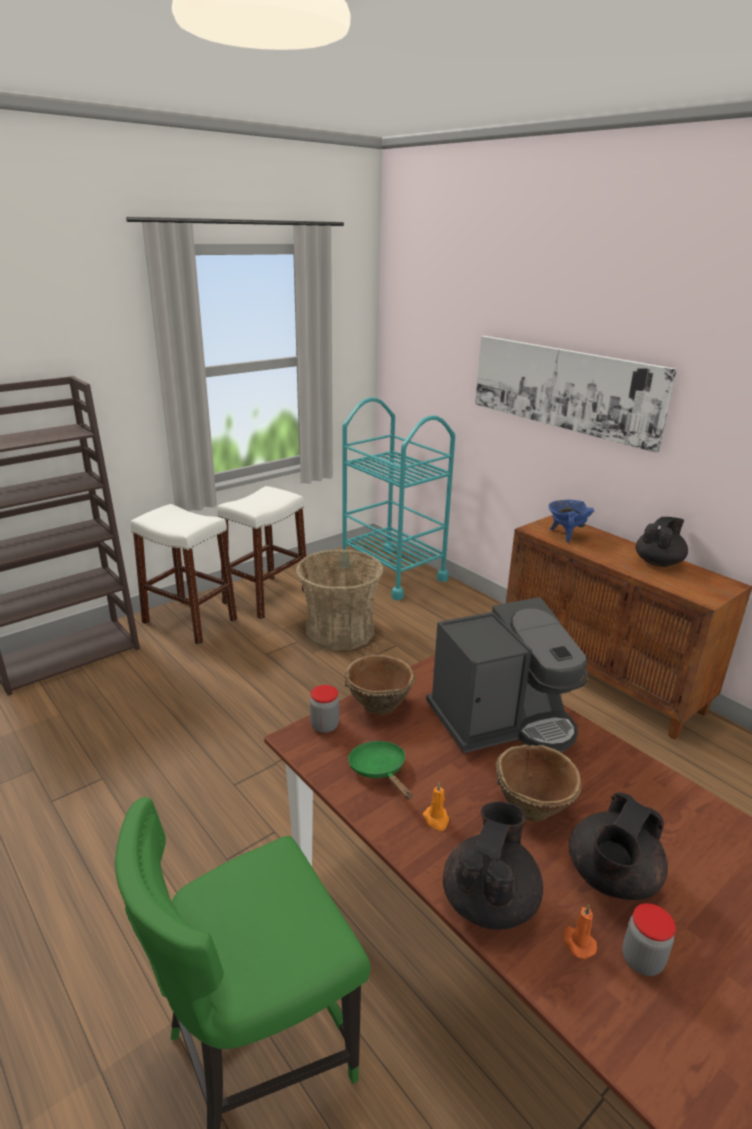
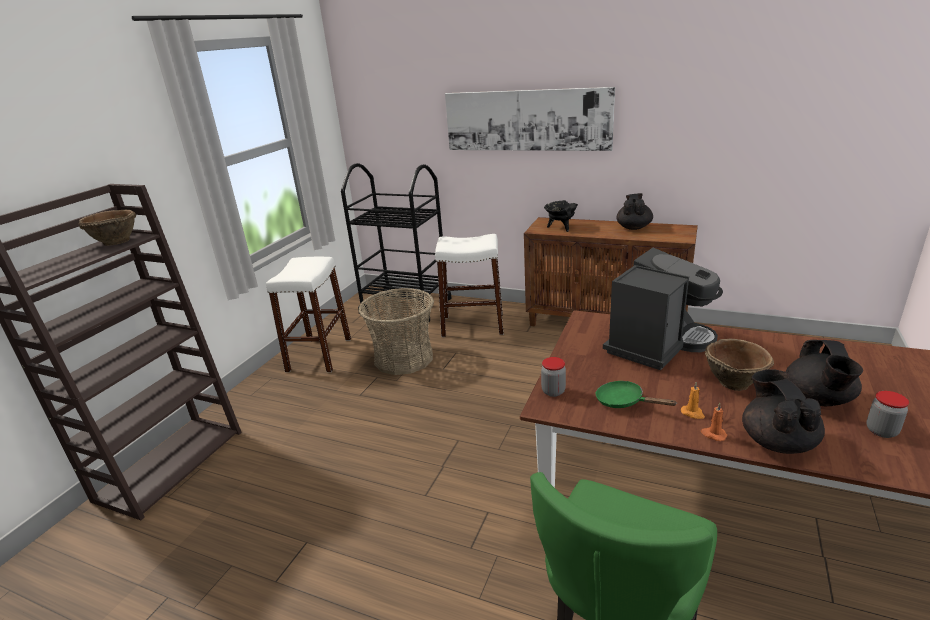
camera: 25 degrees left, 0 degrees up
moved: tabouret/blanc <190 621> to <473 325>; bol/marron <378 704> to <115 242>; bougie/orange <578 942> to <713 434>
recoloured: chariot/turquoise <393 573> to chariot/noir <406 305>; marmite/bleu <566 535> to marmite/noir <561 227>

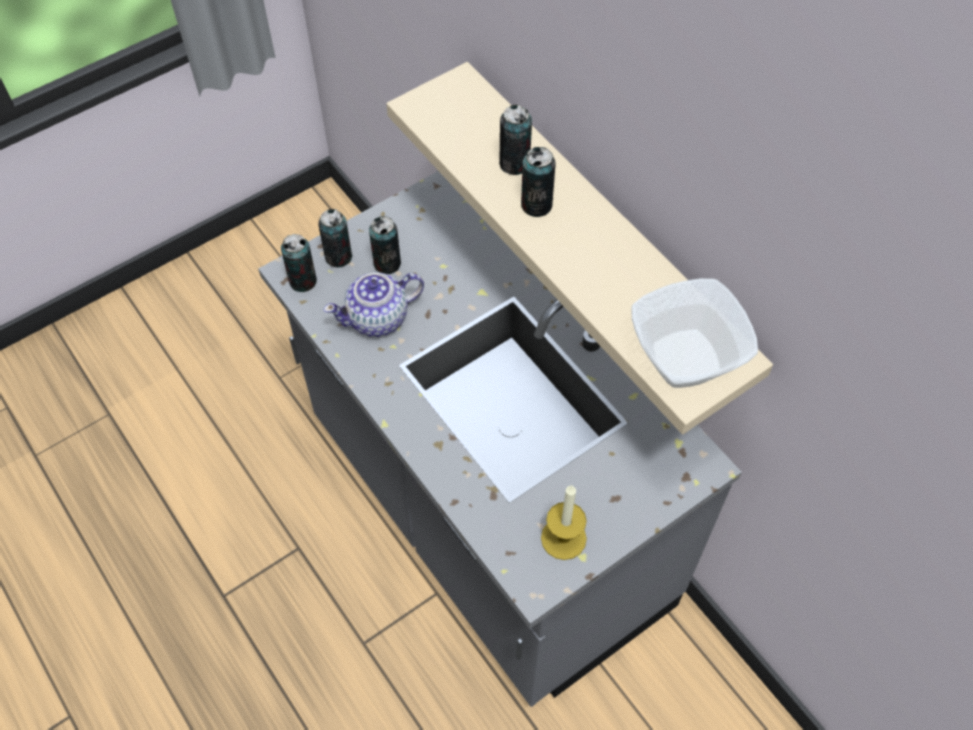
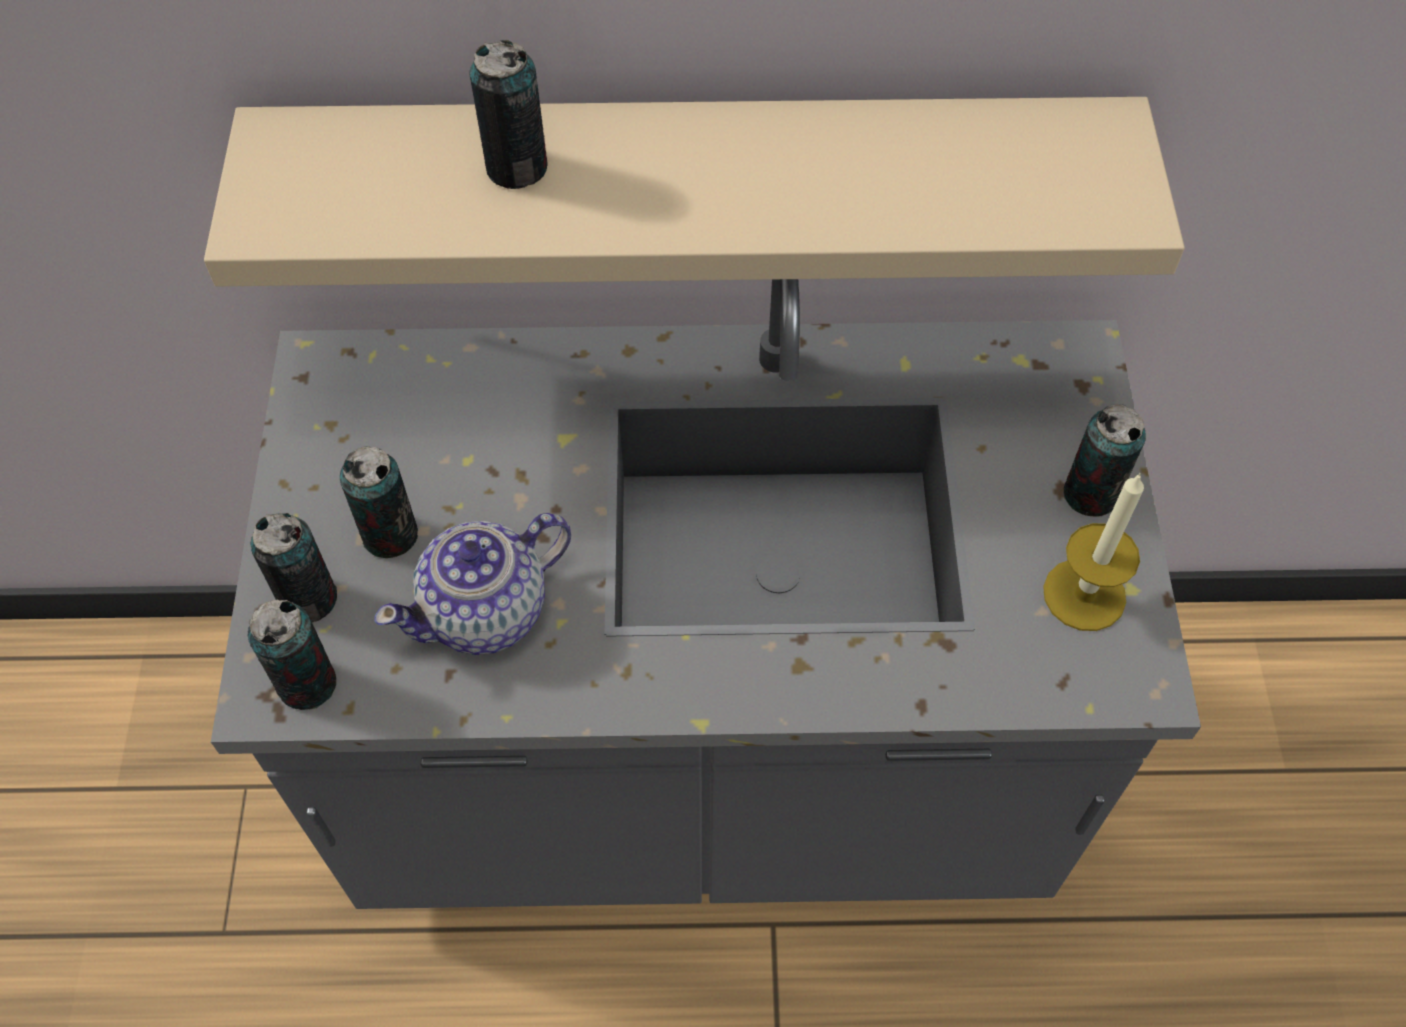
camera: 55 degrees left, 0 degrees up
removed: bol <687 359>
moved: boîte métallique <536 205> to <1090 494>
turned: théière <378 318> = <487 611> 45 degrees clockwise

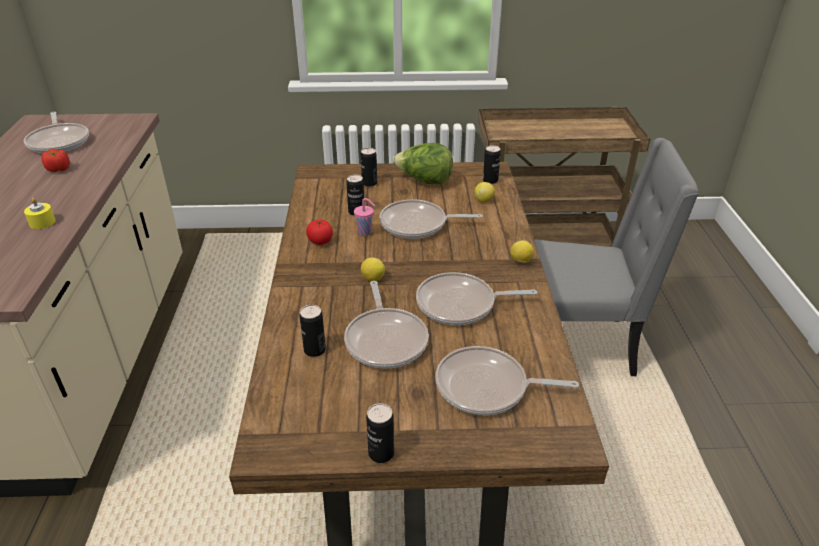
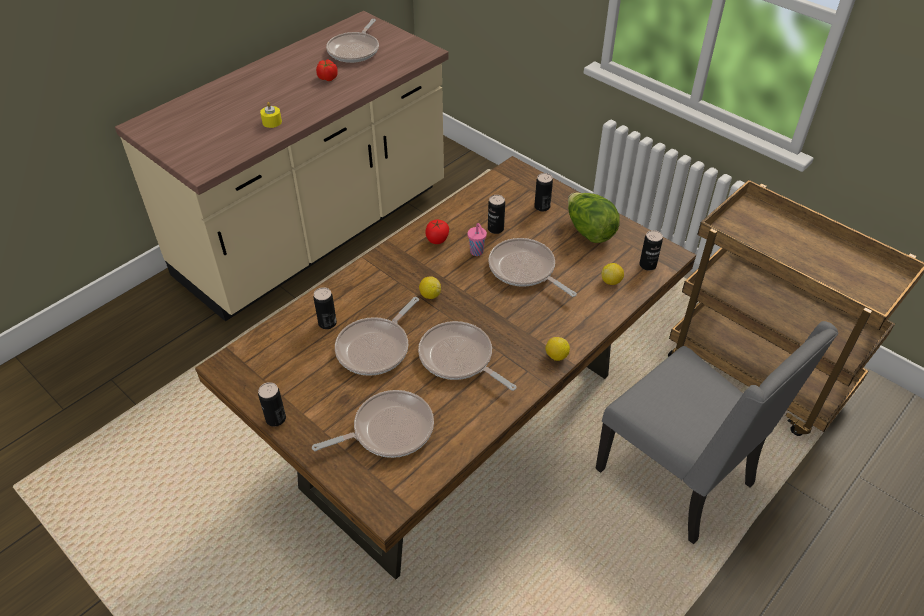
camera: 45 degrees right, 10 degrees up
turned: poêle <487 387> = <388 430> 105 degrees clockwise

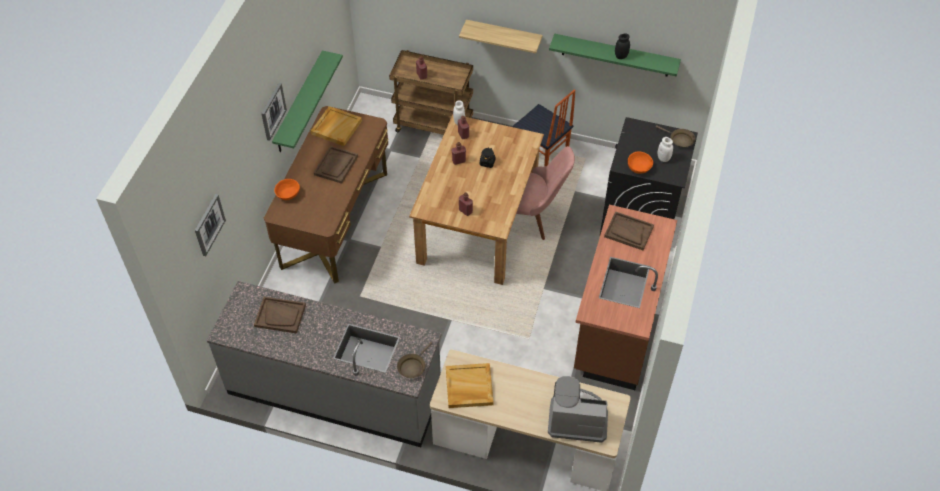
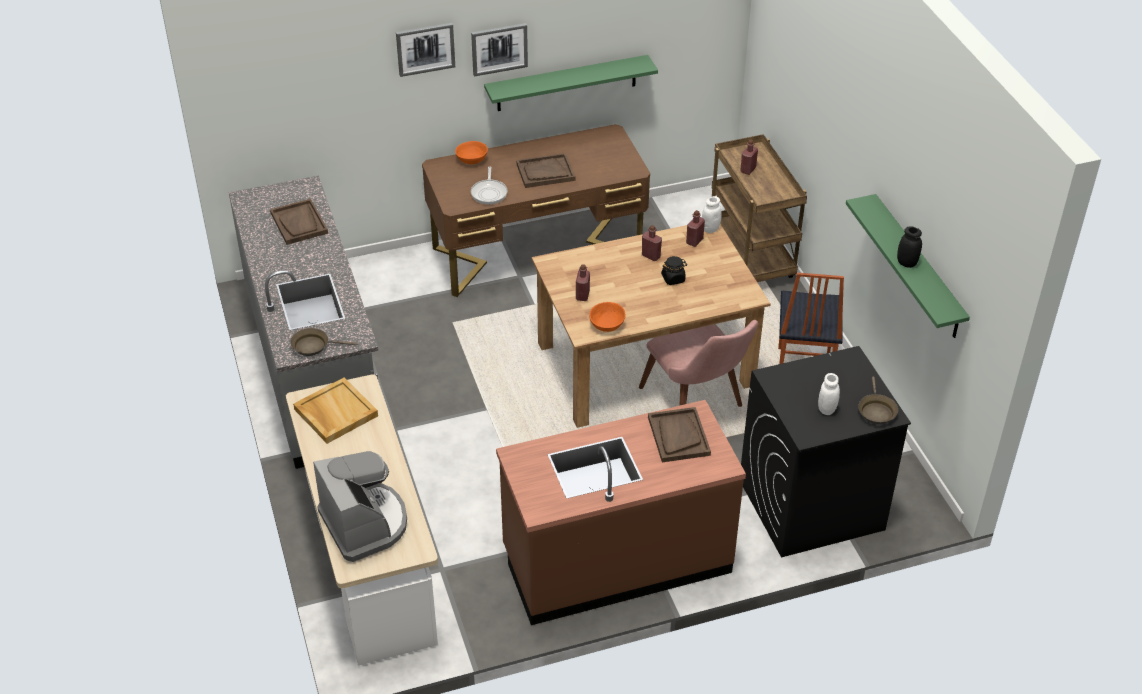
camera: 55 degrees right, 10 degrees down
removed: plateau/beige <336 127>; étagère <503 36>
added: poêle <489 192>
moved: tableau <209 224> to <425 48>; bol/orange <638 168> to <607 325>

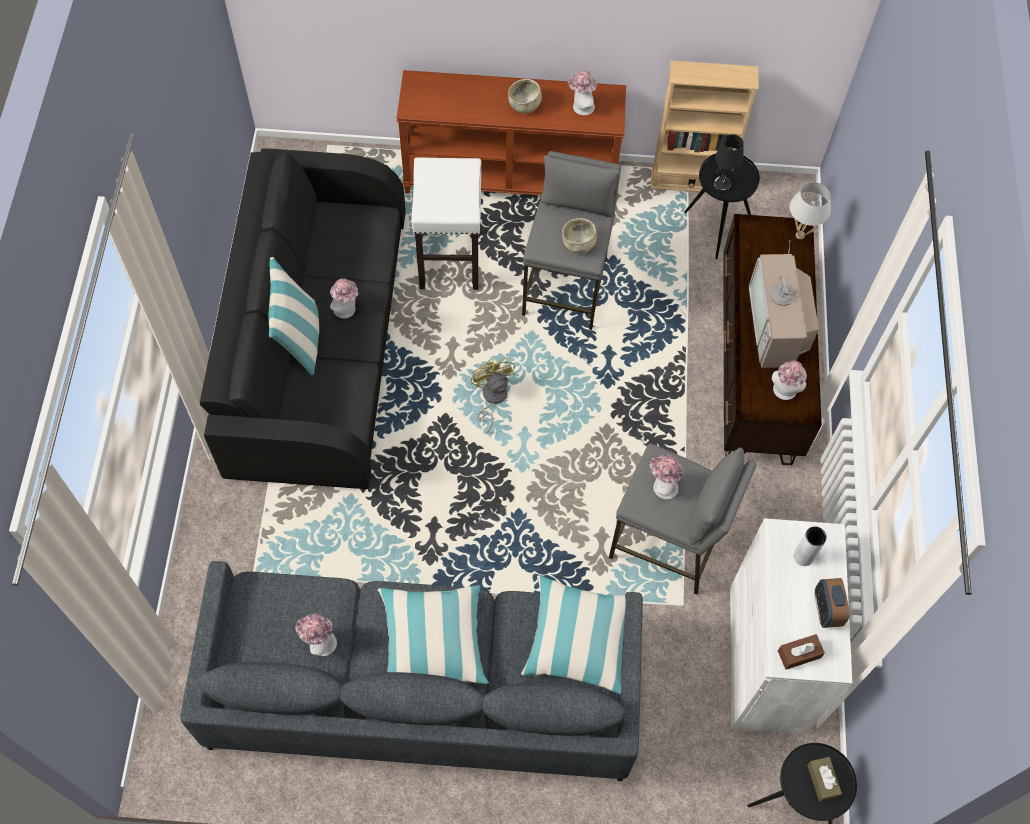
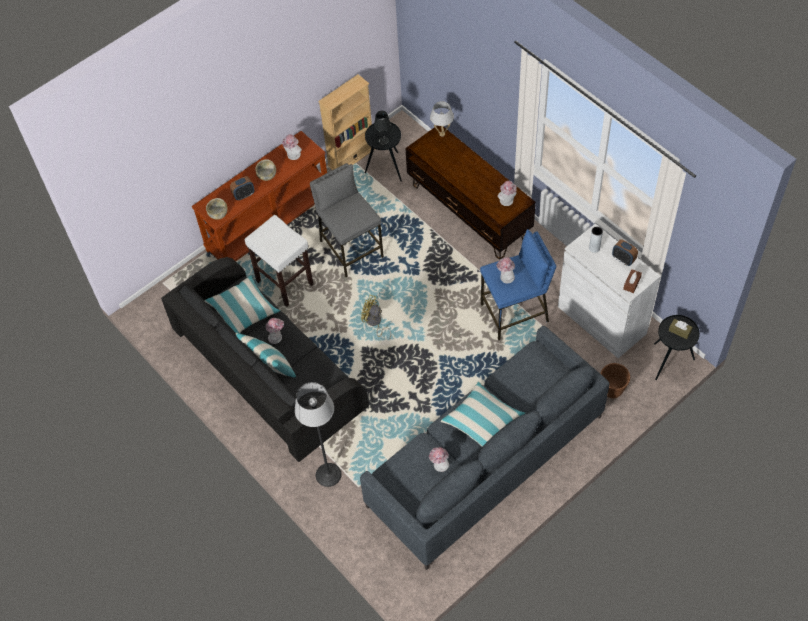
camera: 40 degrees left, 5 degrees down
removed: téléviseur <777 326>
added: réveil <244 195>; lampadaire <328 474>; cache-pot/marron <612 391>
moved: coussin <578 639> to <243 310>; bol/beige <578 244> to <218 214>
recoloured: tabouret/gris <667 545> to tabouret/bleu <515 314>

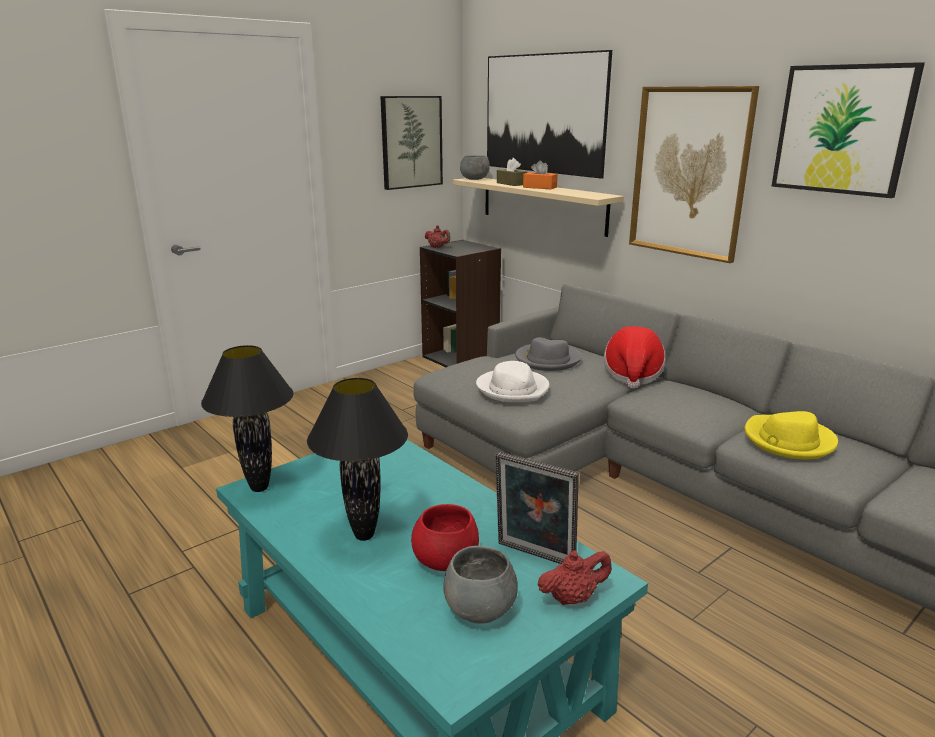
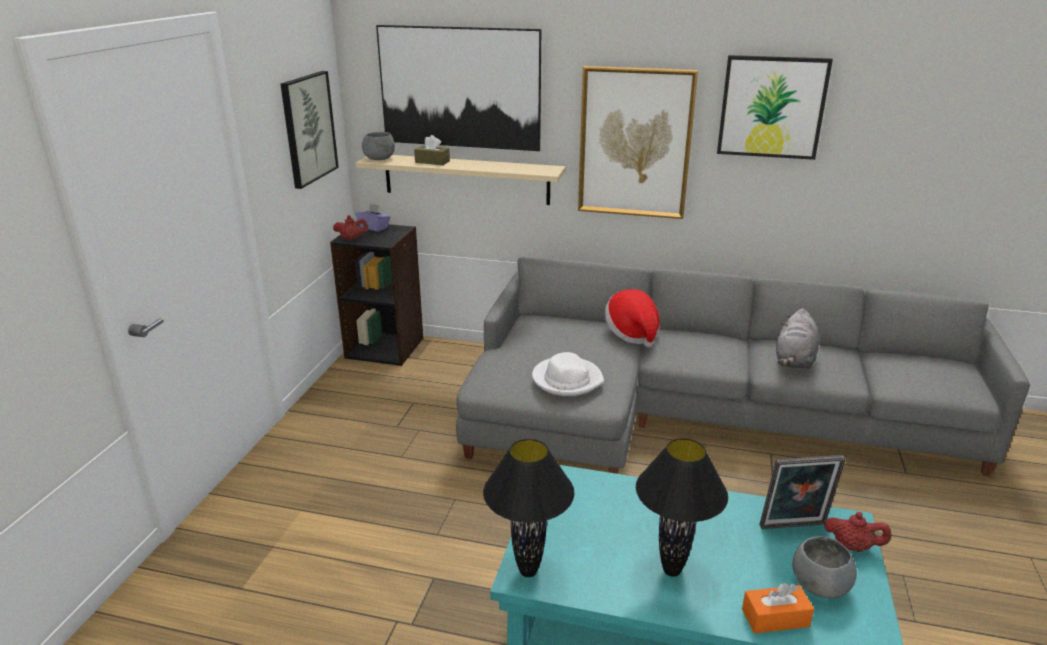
camera: 35 degrees left, 5 degrees up
removed: bol/rouge <446 562>; chapeau/gris <547 360>
added: boîte à mouchoirs/violet <374 227>
moved: boîte à mouchoirs/orange <539 187> to <775 618>
replaced: chapeau/jaune <788 440> to peluche/gris <794 360>
turned: théière/rouge <572 598> = <852 547> 75 degrees clockwise

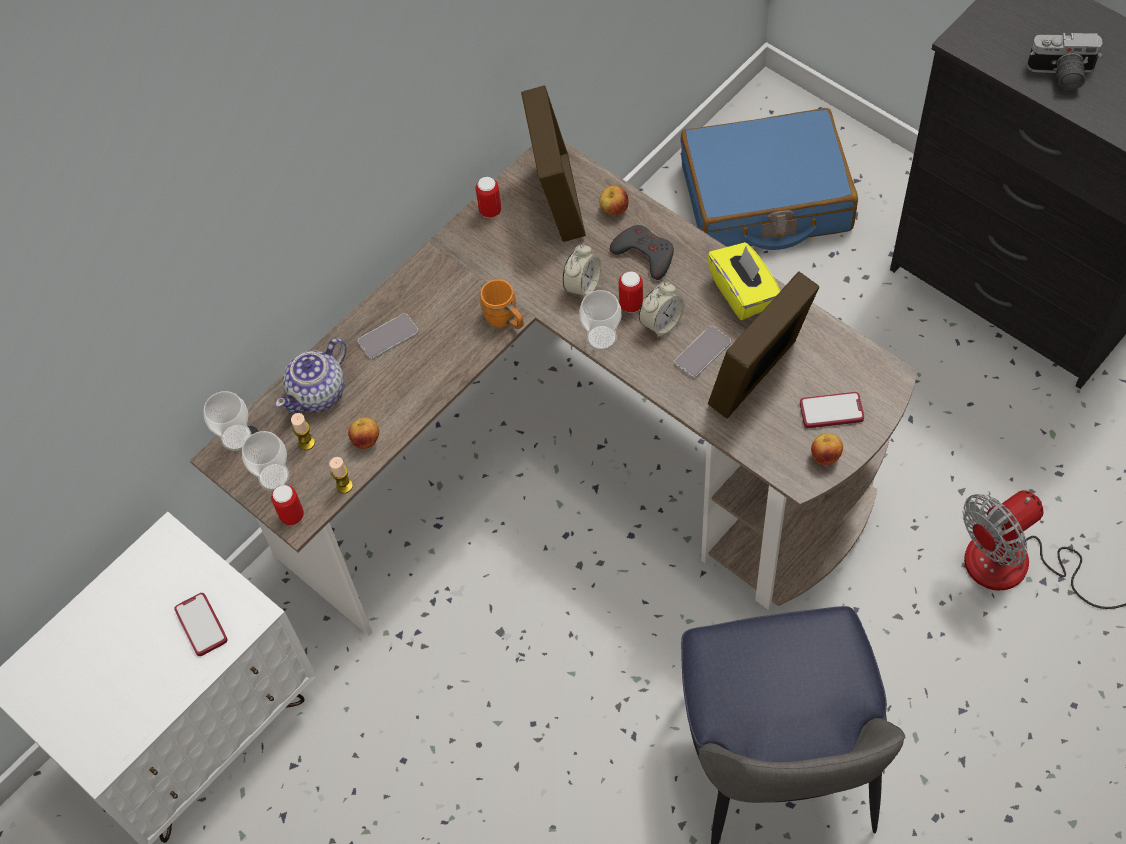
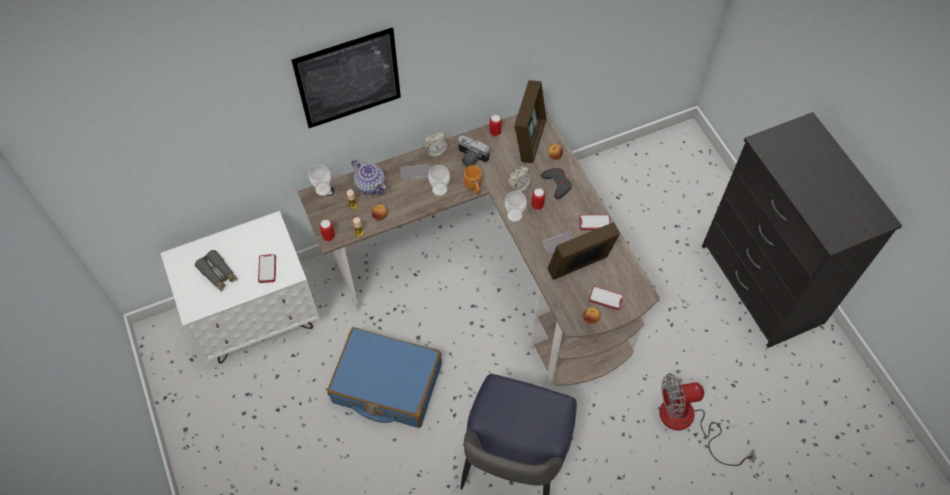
camera: 20 degrees right, 0 degrees up
added: jumelles/gris <218 274>; tableau <348 78>
moved: tasse <274 477> to <439 189>; réveil <661 323> to <435 151>; valise/bleu <765 199> to <387 384>; appareil photo <1061 75> to <470 158>
replaced: boîte à mouchoirs/jaune <743 293> to téléphone <594 223>
turned: théière <319 393> = <370 185> 105 degrees counterclockwise

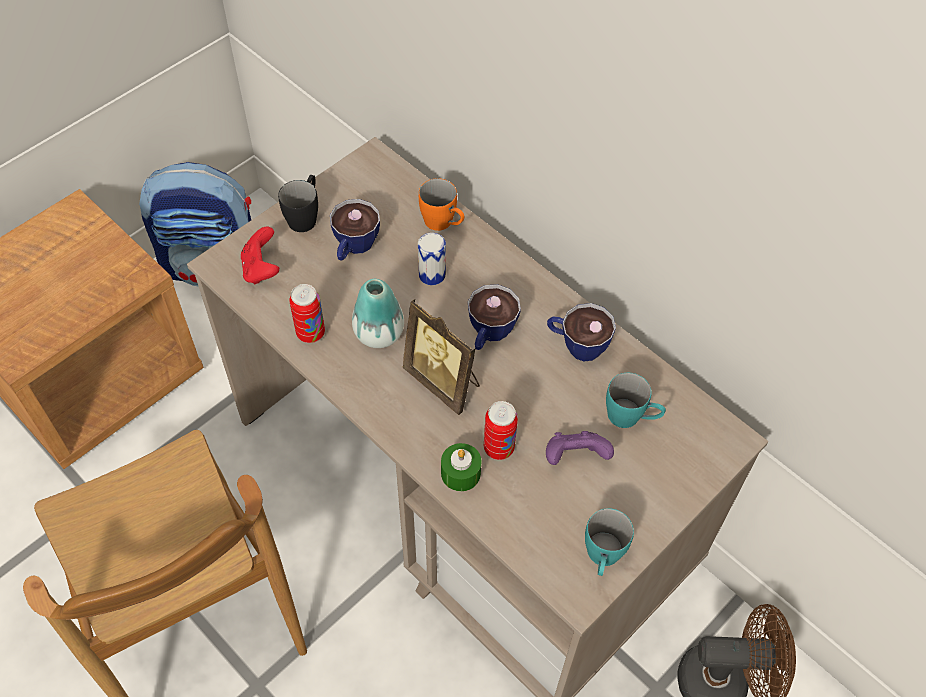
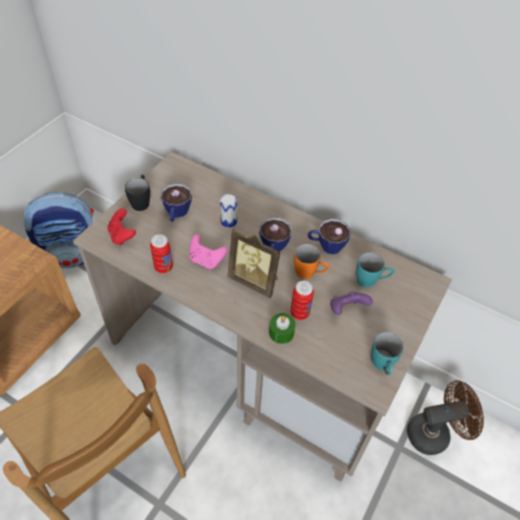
camera: 15 degrees left, 5 degrees down
moved: mug/orange <443 224> to <309 273>
replaced: vase <379 333> to manette/rose <206 260>

